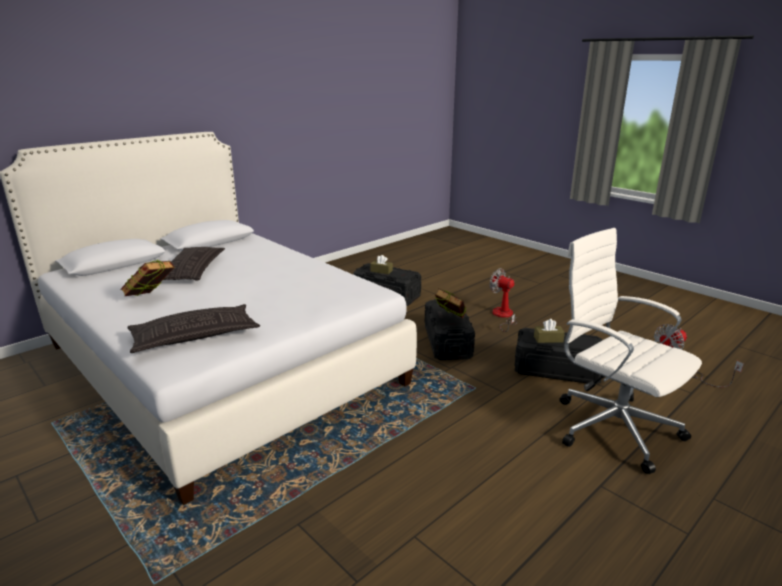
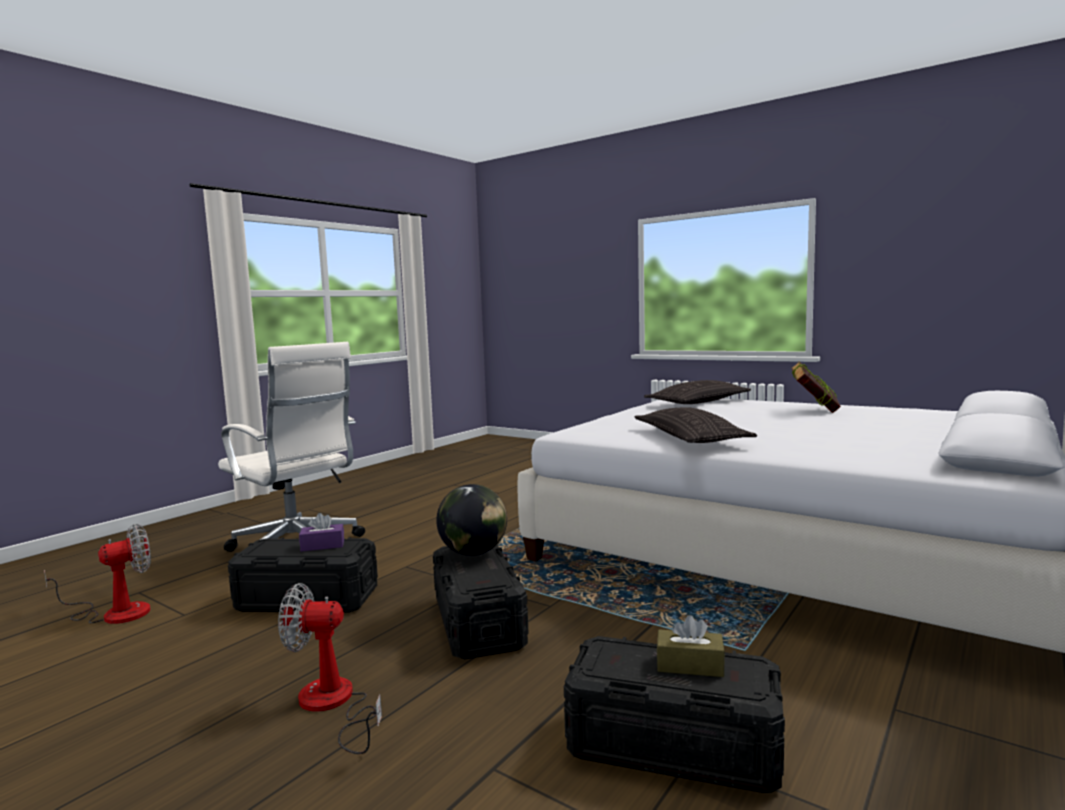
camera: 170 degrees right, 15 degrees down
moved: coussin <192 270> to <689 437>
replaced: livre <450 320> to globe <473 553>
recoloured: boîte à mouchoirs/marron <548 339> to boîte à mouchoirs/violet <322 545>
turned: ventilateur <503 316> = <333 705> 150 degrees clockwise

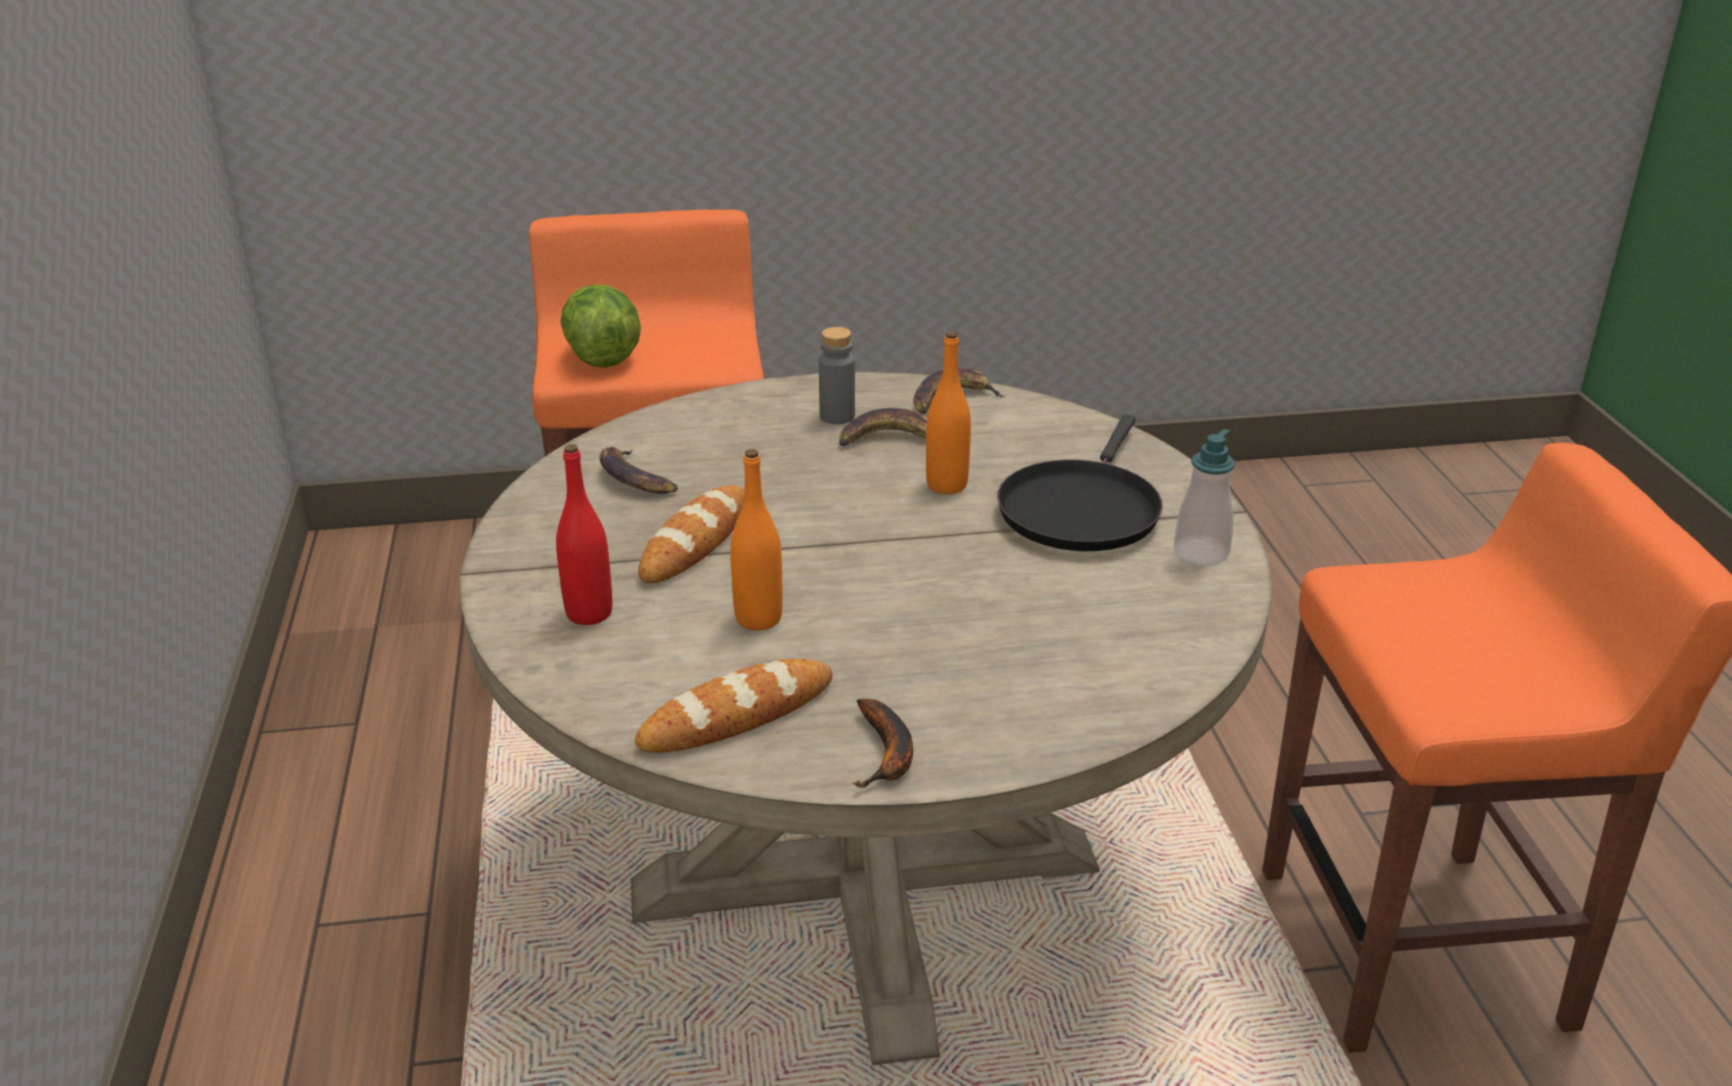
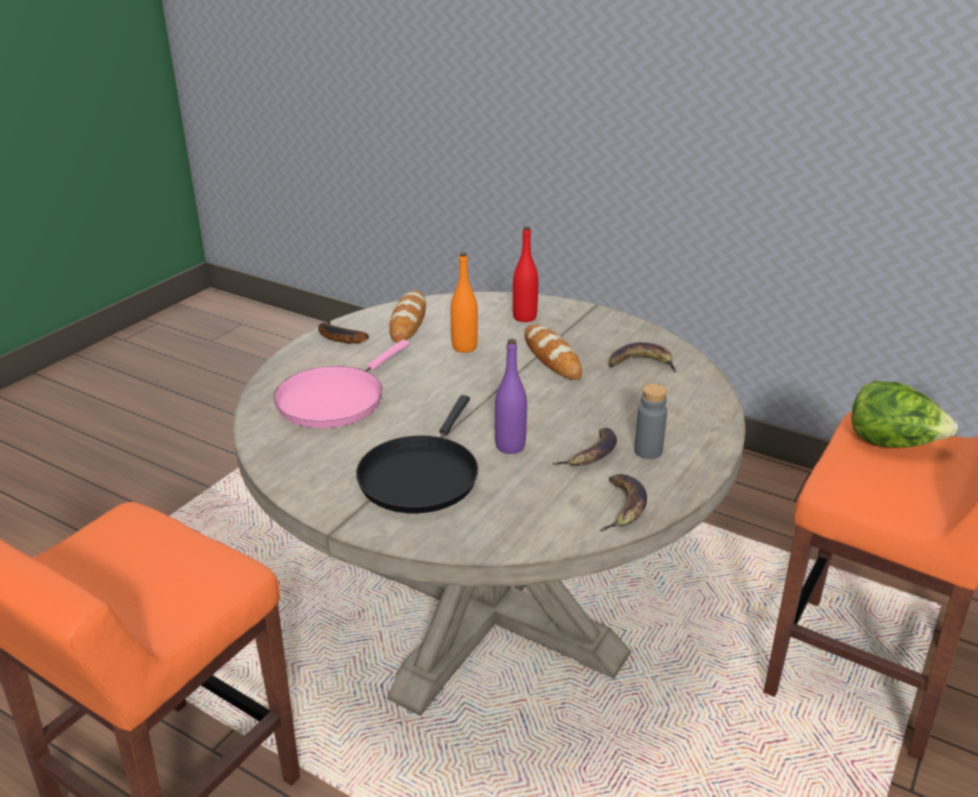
camera: 130 degrees right, 0 degrees up
removed: distributeur de savon <1201 553>
added: poêle/rose <334 399>
recoloured: bouteille/orange <946 485> to bouteille/violet <510 446>
turned: poêle/noir <1080 509> = <420 475> 135 degrees counterclockwise

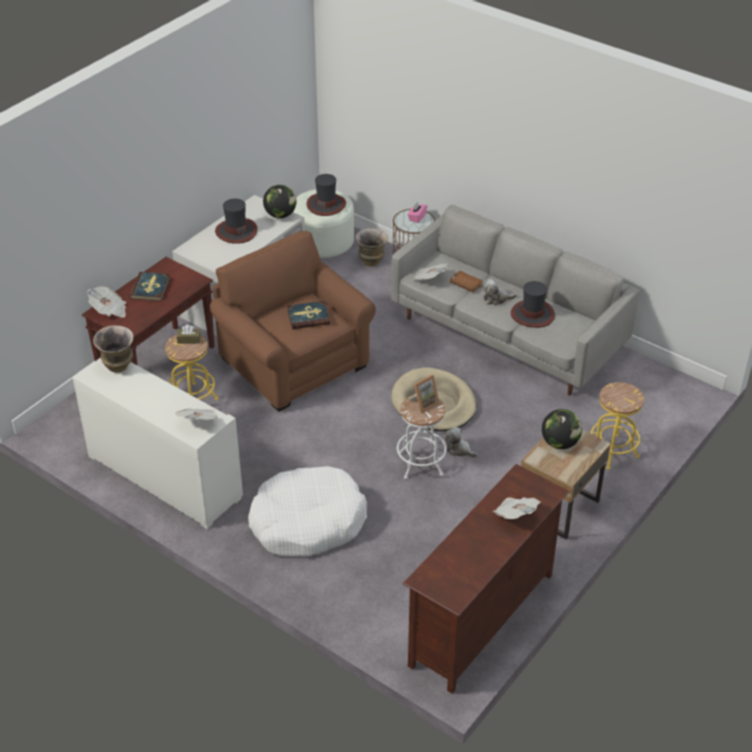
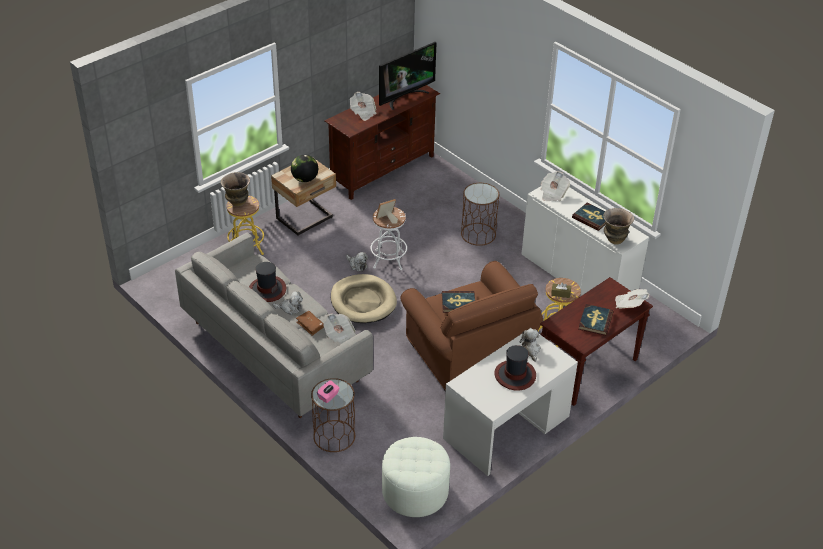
camera: 170 degrees left, 0 degrees up
removed: globe <280 215>; chapeau <326 204>
added: téléviseur <405 97>; peluche <530 350>; livre <592 218>
moved: vase <371 262> to <237 202>
replaced: panier pour chien/blanc <307 522> to table d'appoint/marron <478 234>

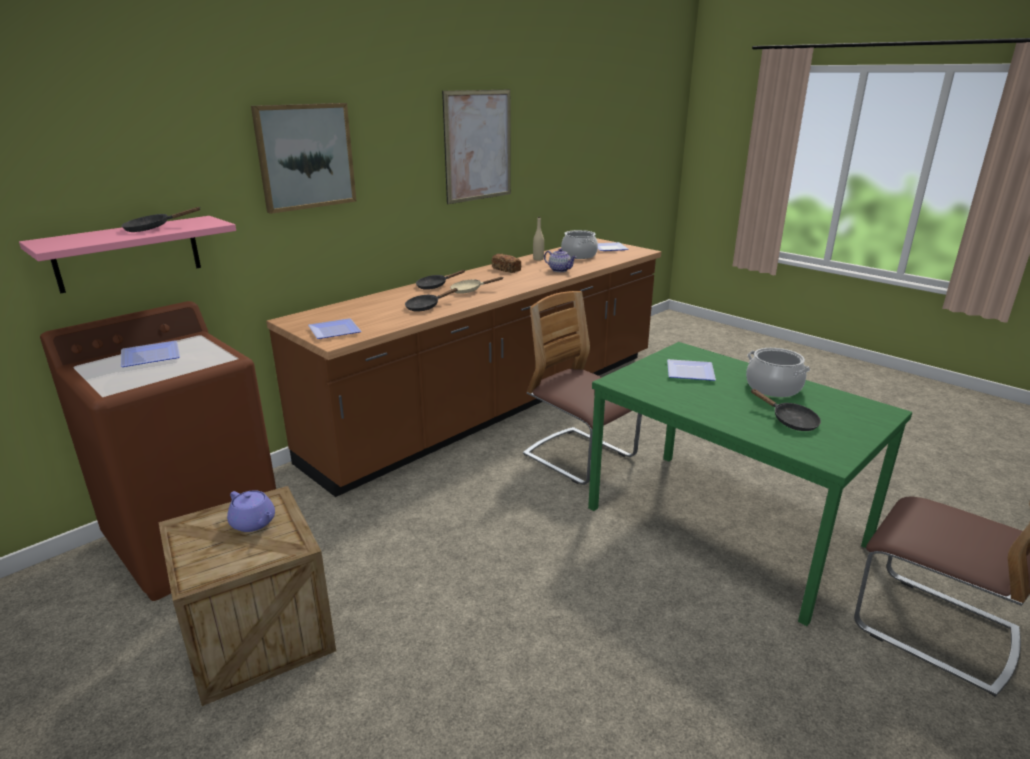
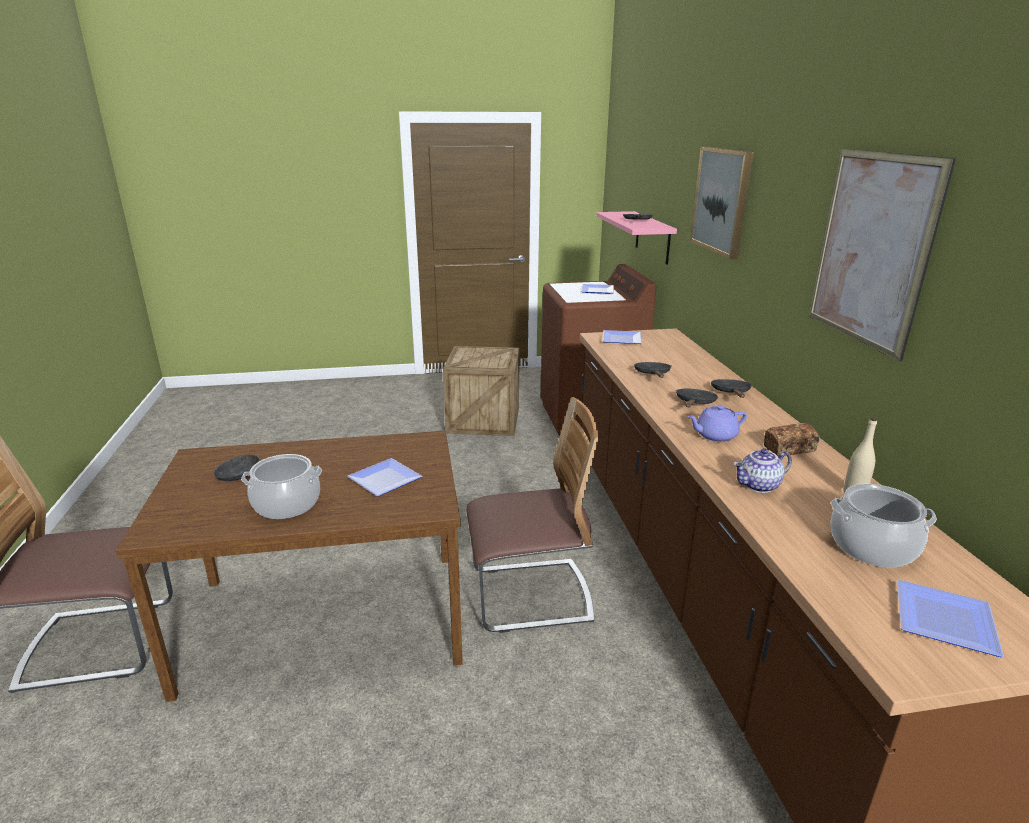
camera: 125 degrees right, 0 degrees up
moved: théière/violet <253 523> to <715 435>
recoloured: poêle/beige <469 290> to poêle/noir <694 403>; table à manger/vert <721 526> to table à manger/marron <328 618>

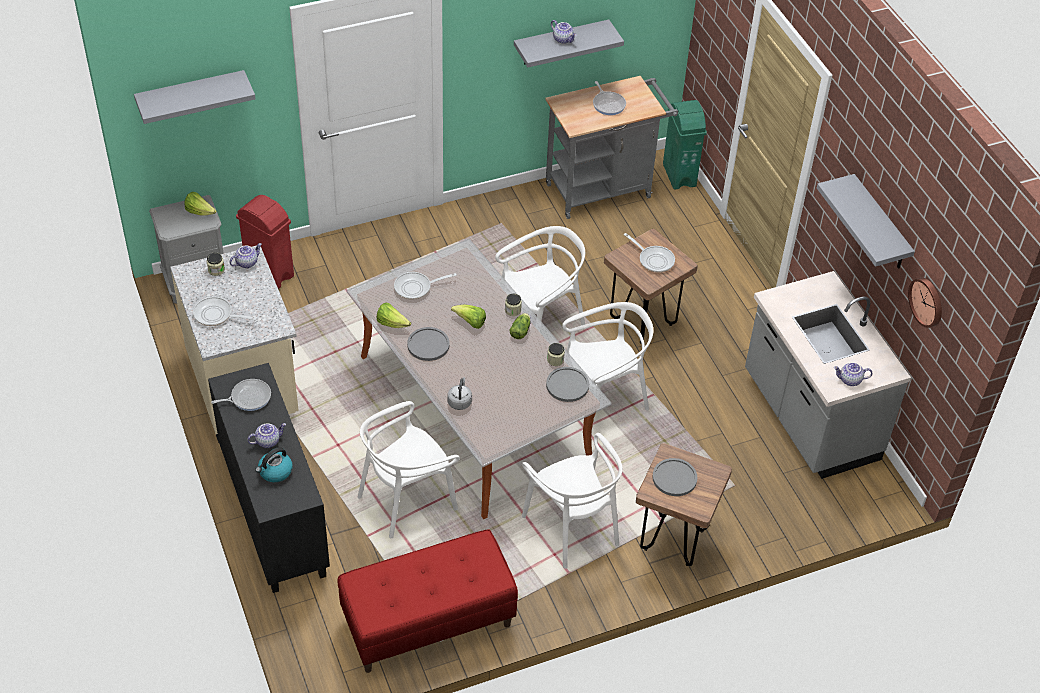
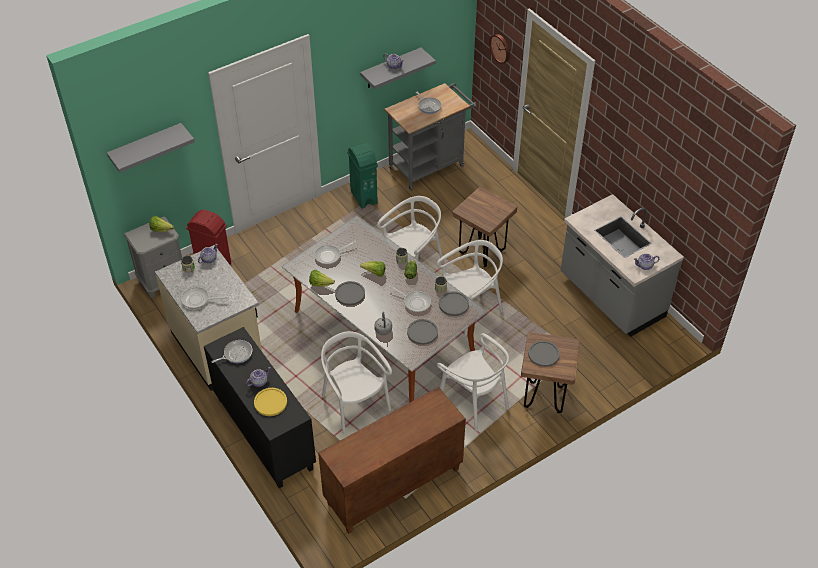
camera: 10 degrees left, 0 degrees up
removed: étagère/gris <880 225>
added: assiette/gris <422 332>
moved: poêle <654 259> to <415 302>; poubelle/vert <679 175> to <364 197>; horloge murale <927 301> to <501 48>
replaced: bouilloire <275 472> to assiette/jaune <270 402>; banc/rouge <428 623> to meuble de rangement/marron <393 487>
turned: chaise/blanc <407 499> = <354 405> 105 degrees clockwise

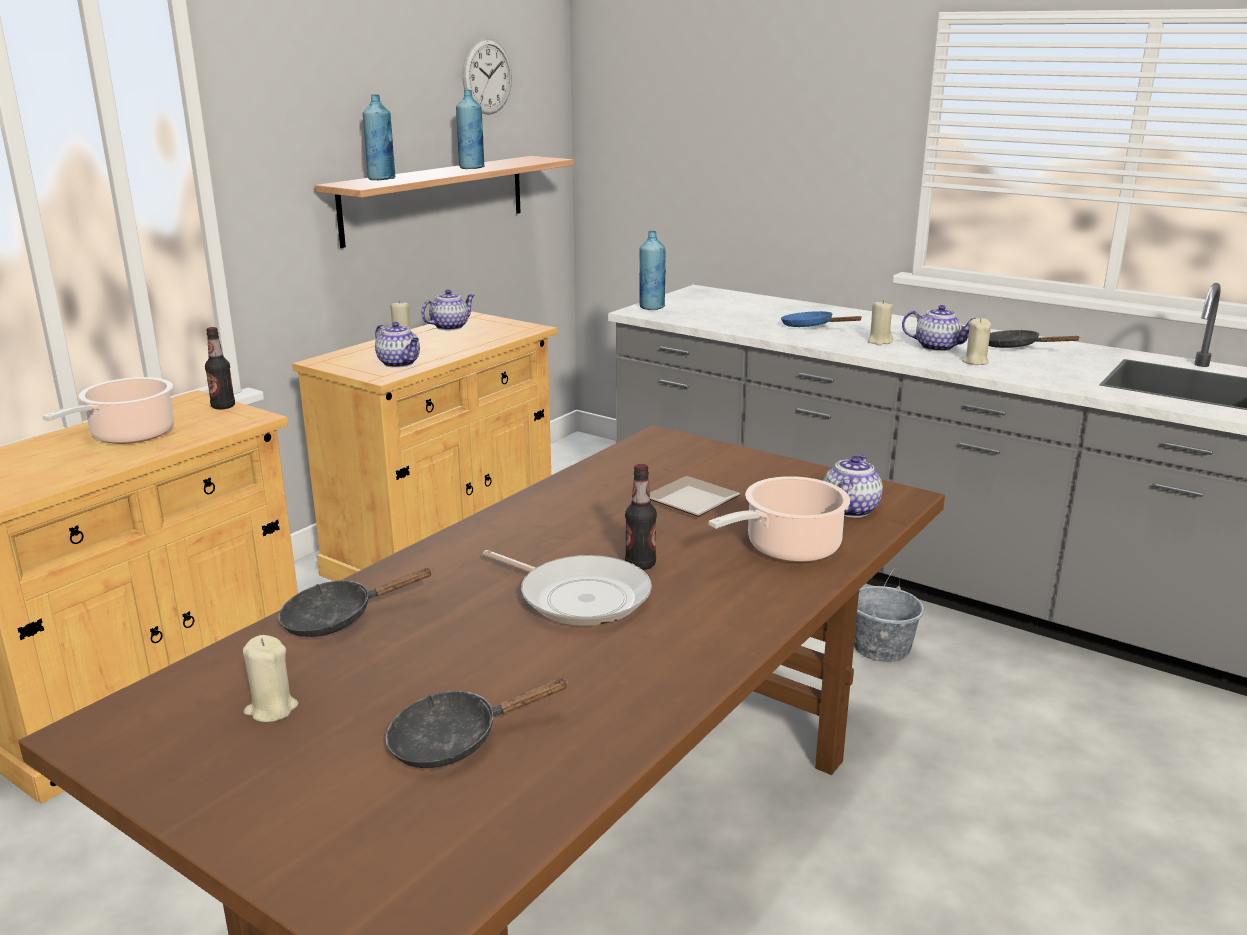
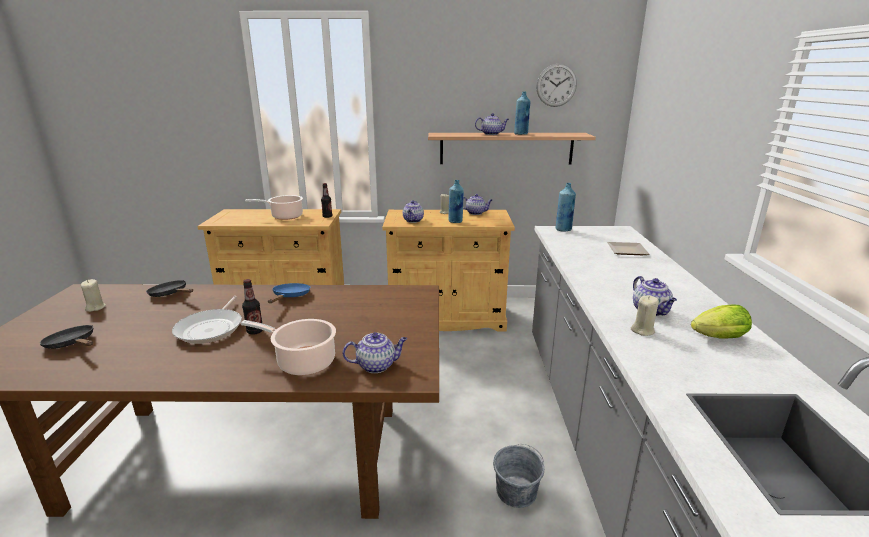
camera: 55 degrees right, 0 degrees up
removed: bougie/beige <879 341>
added: théière <491 134>
moved: bouteille/bleu <382 179> to <455 221>; assiette <695 501> to <628 251>; poêle/bleu <811 327> to <290 297>
replaced: poêle/noir <1015 347> to laitue <715 338>

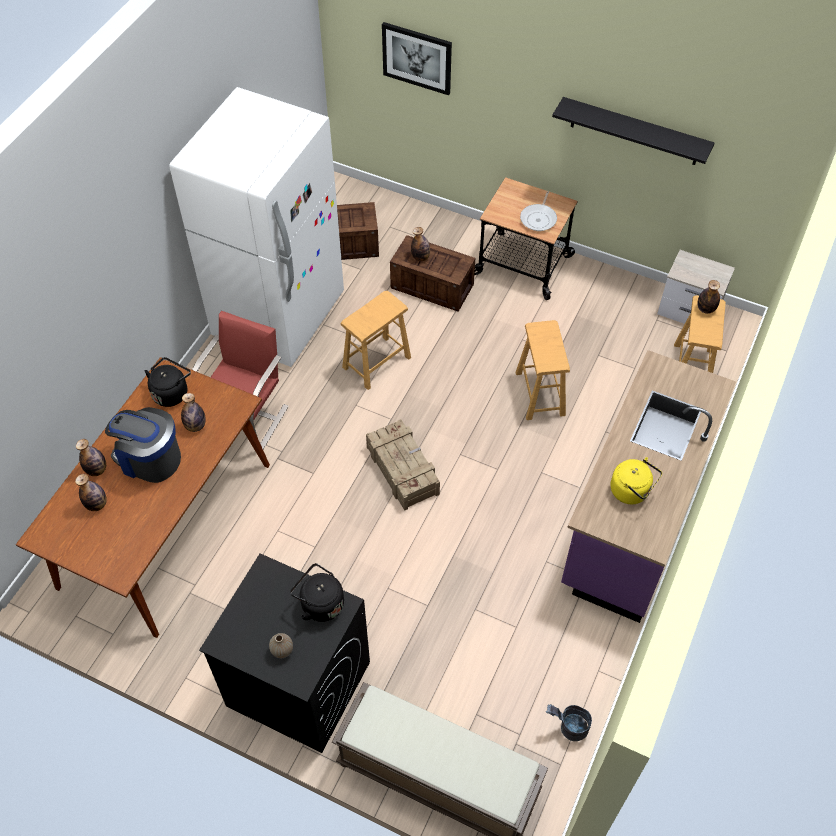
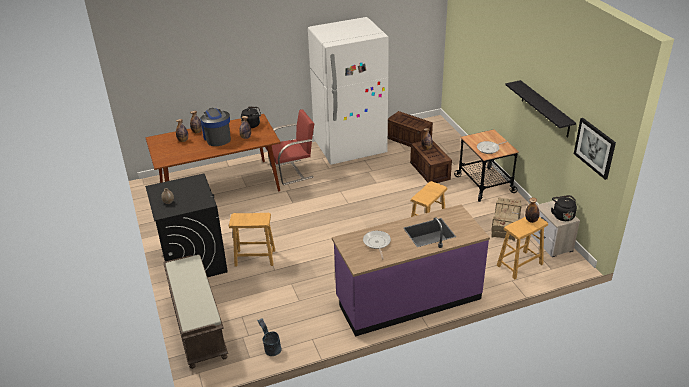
camera: 45 degrees right, 20 degrees down
moved: bouilloire/noir <320 603> to <562 215>; tabouret/marron <376 362> to <255 257>; caisse <403 470> to <506 224>; tableau <417 58> to <595 148>
replaced: bouilloire/jaune <632 491> to poêle <377 243>

